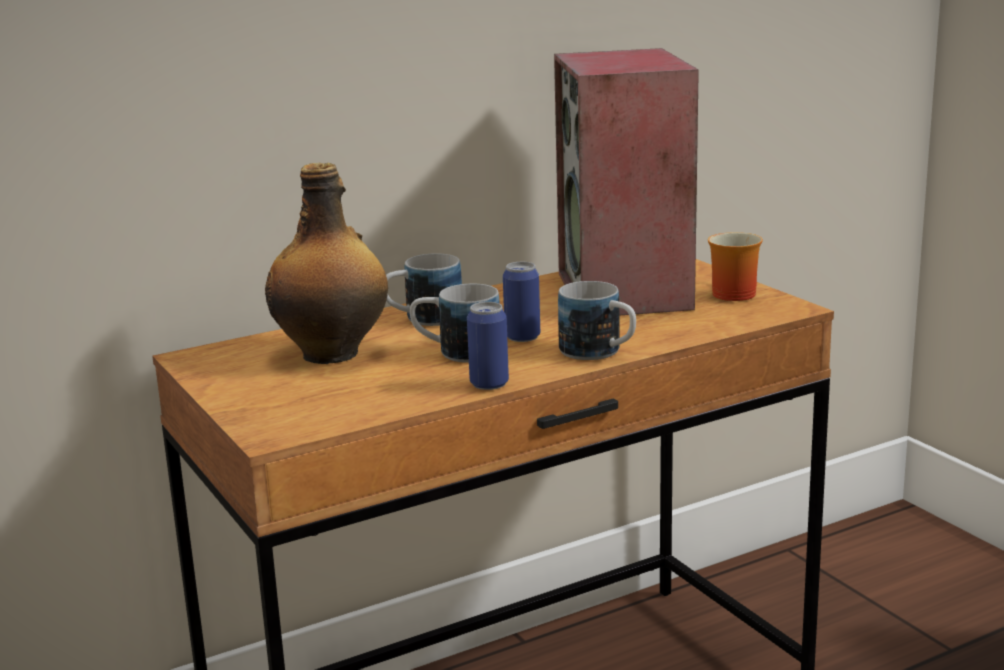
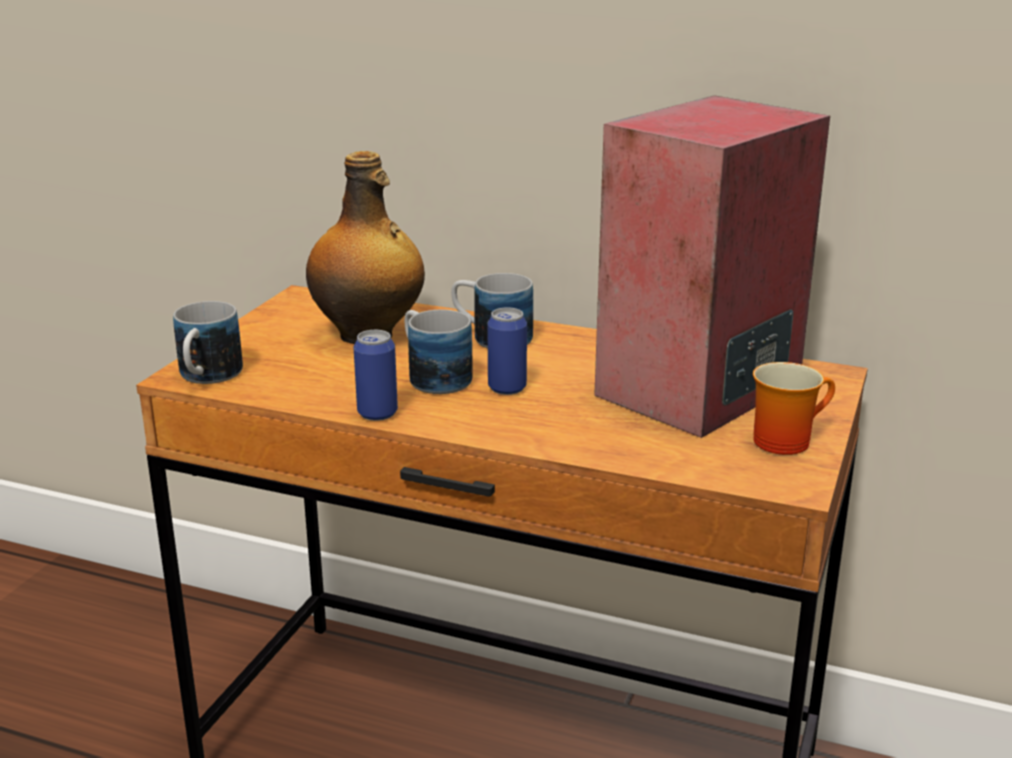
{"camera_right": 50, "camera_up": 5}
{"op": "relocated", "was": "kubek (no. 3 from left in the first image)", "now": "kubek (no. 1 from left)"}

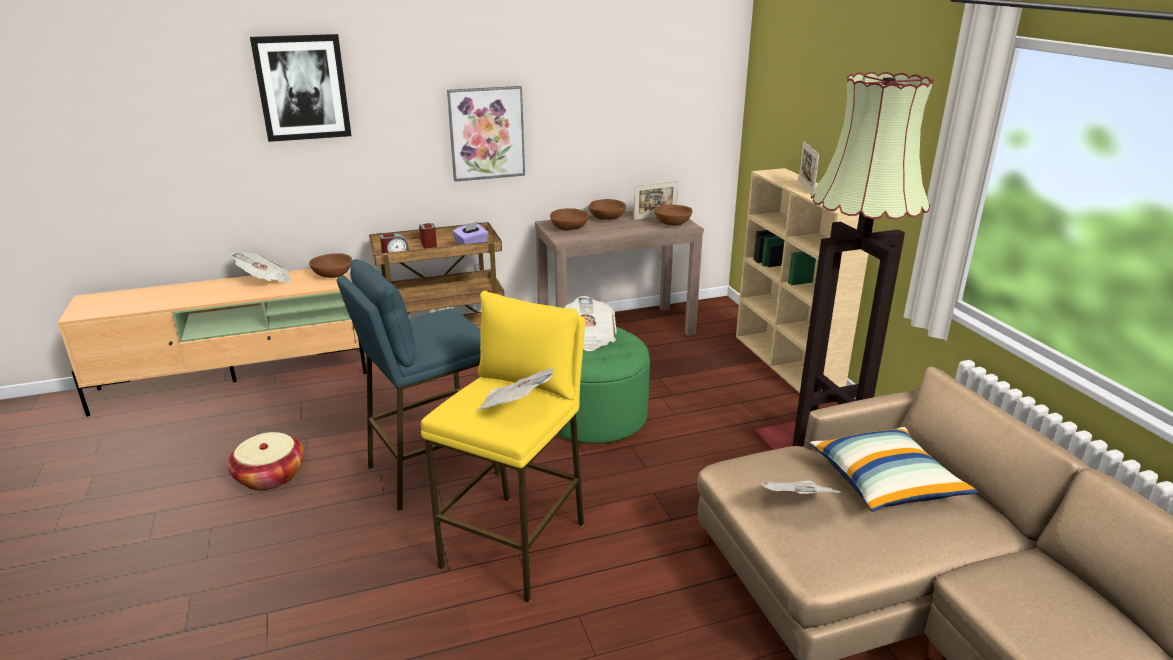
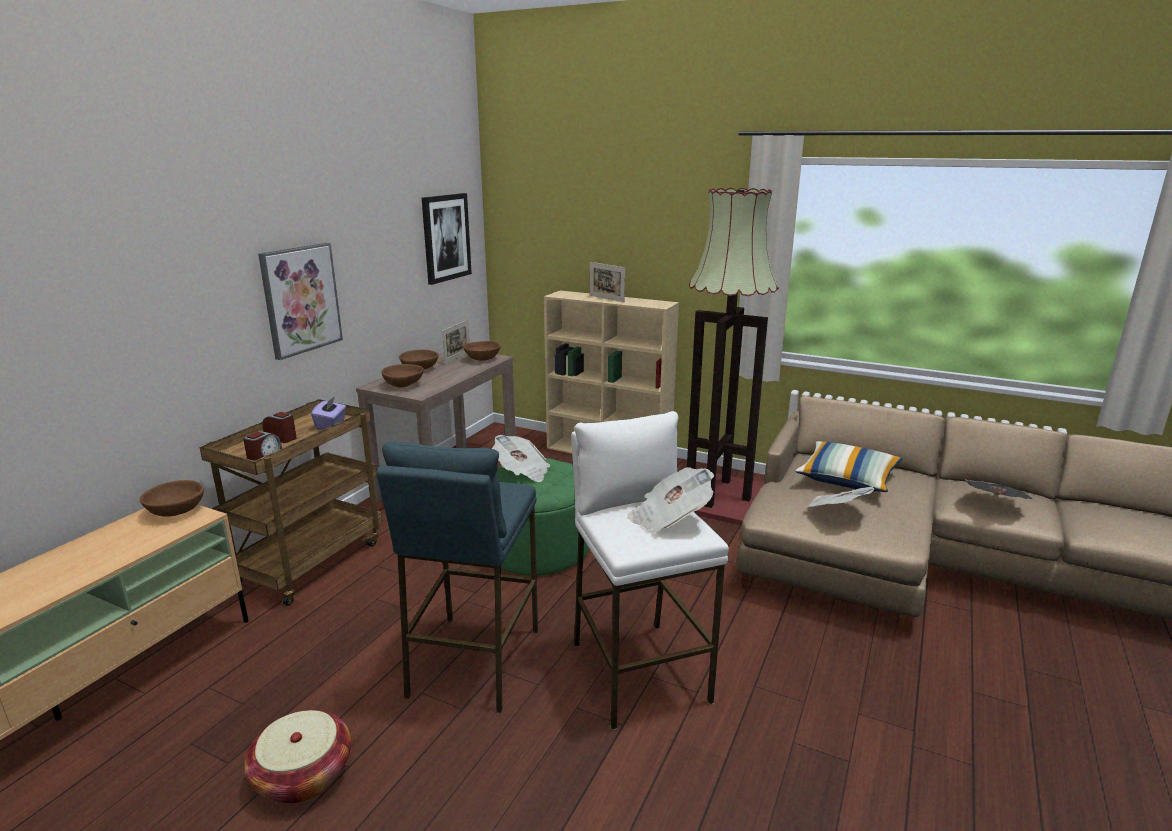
{"camera_right": -45, "camera_up": -5}
{"op": "relocated", "was": "obraz (no. 1 from left in the first image)", "now": "obraz (no. 2 from left)"}
{"op": "colour", "was": "stołek (żółty)", "now": "stołek (biały)"}
{"op": "relocated", "was": "gazeta (no. 1 from left in the first image)", "now": "gazeta (no. 4 from left)"}

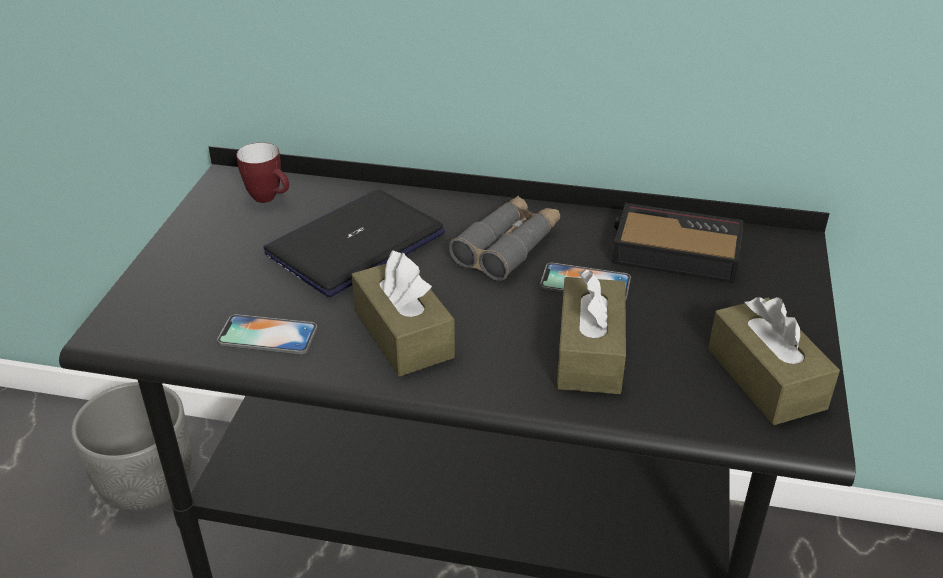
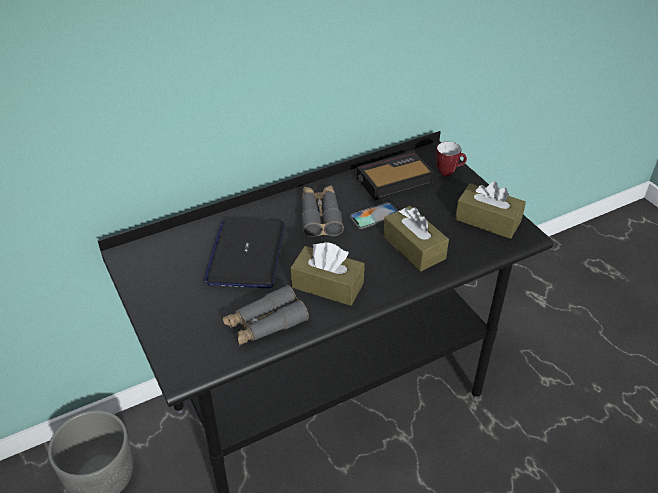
{"camera_right": -40, "camera_up": 5}
{"op": "exchanged", "was": "telefon (no. 1 from left)", "now": "lornetka (szary) (no. 1 from left)"}
{"op": "relocated", "was": "kubek"}

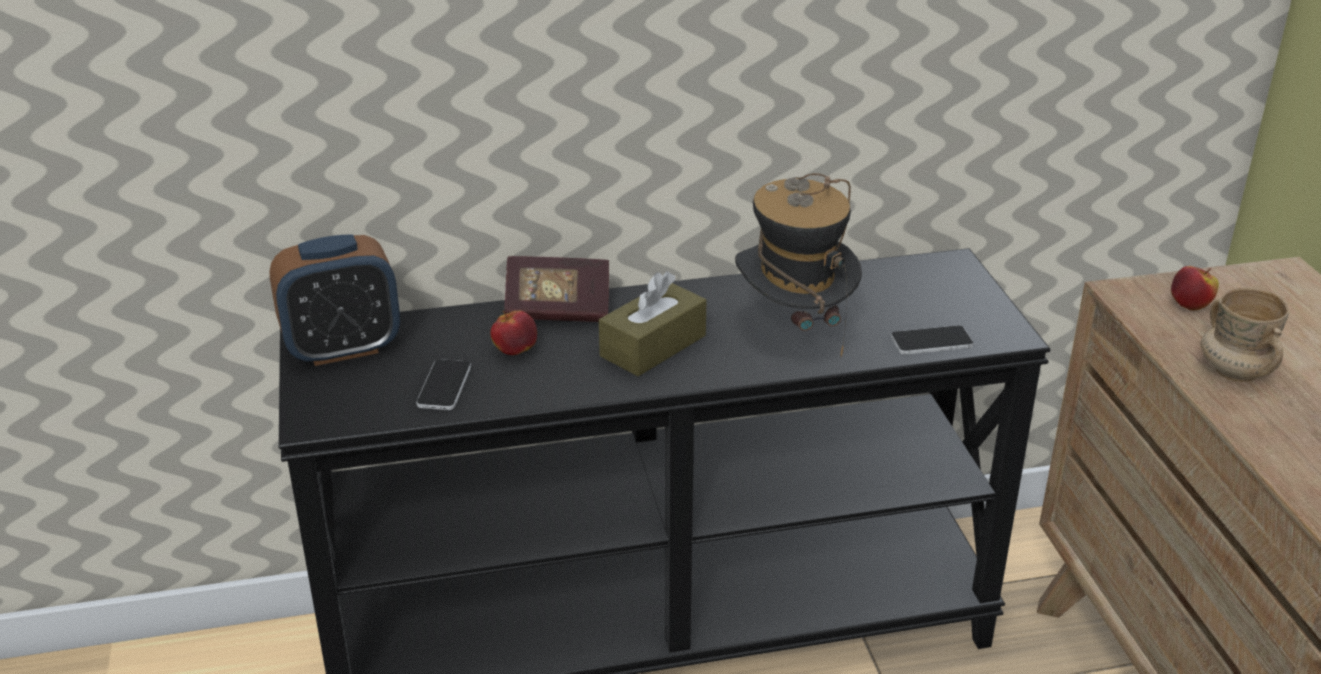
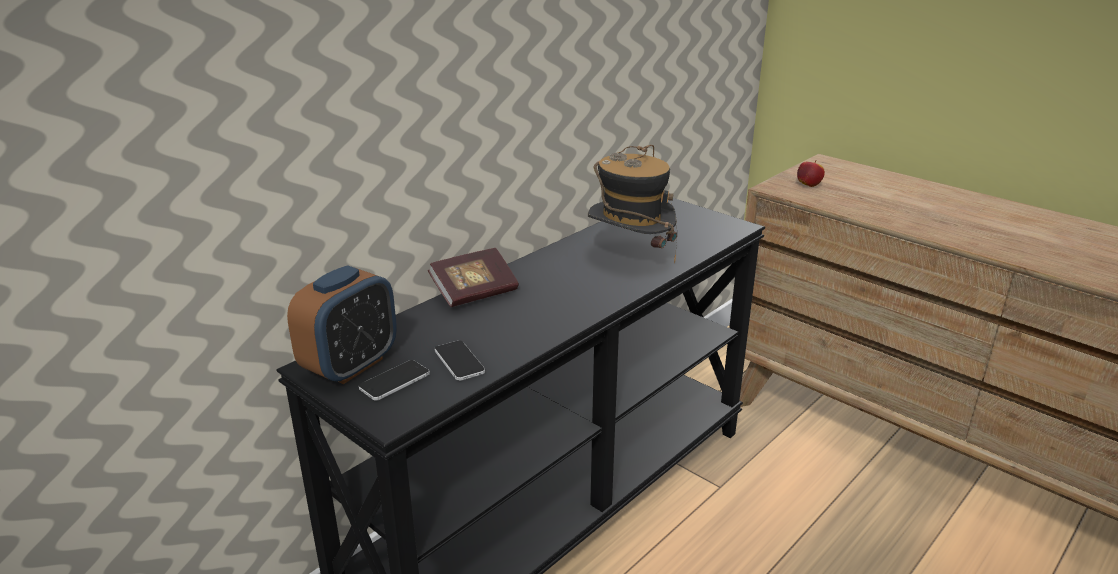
{"camera_right": -35, "camera_up": -5}
{"op": "relocated", "was": "telefon (no. 2 from left in the first image)", "now": "telefon (no. 1 from left)"}
{"op": "missing", "was": "jabłko (no. 1 from left)"}
{"op": "missing", "was": "pudełko chusteczek (brązowy)"}
{"op": "missing", "was": "kubek (beżowy)"}

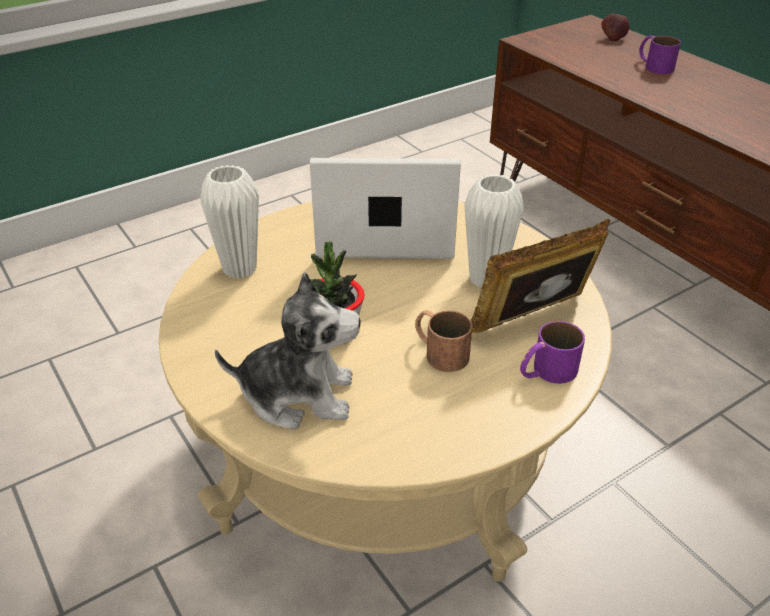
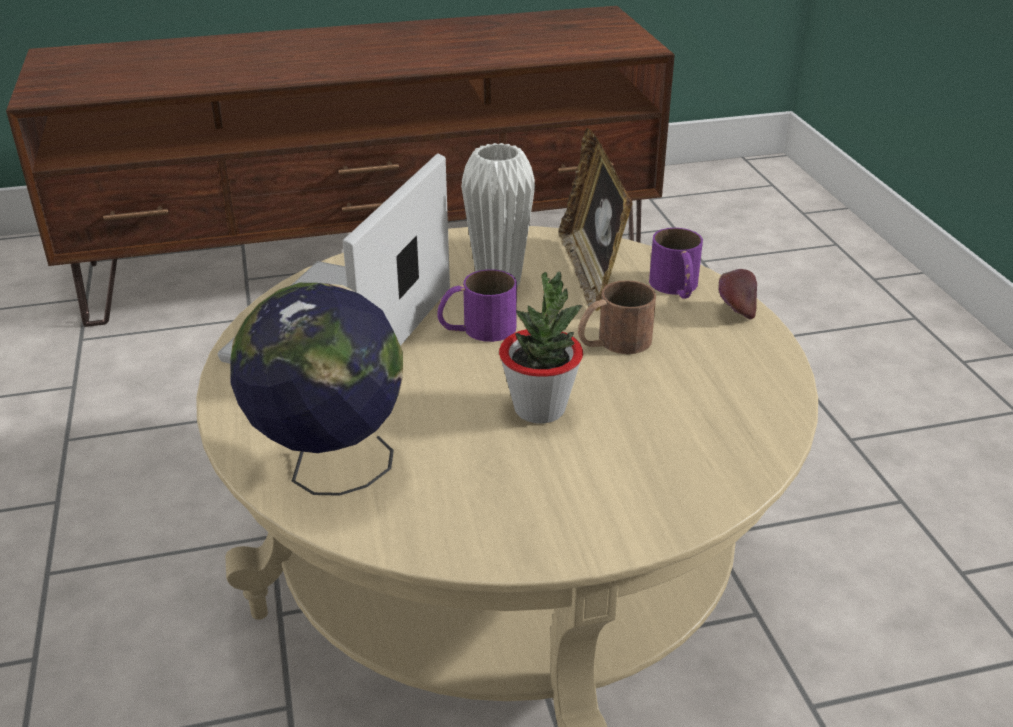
{"camera_right": -70, "camera_up": -5}
{"op": "exchanged", "was": "wazon (biały) (no. 1 from left)", "now": "globus"}
{"op": "relocated", "was": "kubek (fioletowy) (no. 2 from left in the first image)", "now": "kubek (fioletowy) (no. 1 from left)"}
{"op": "relocated", "was": "jabłko"}
{"op": "missing", "was": "pluszak"}

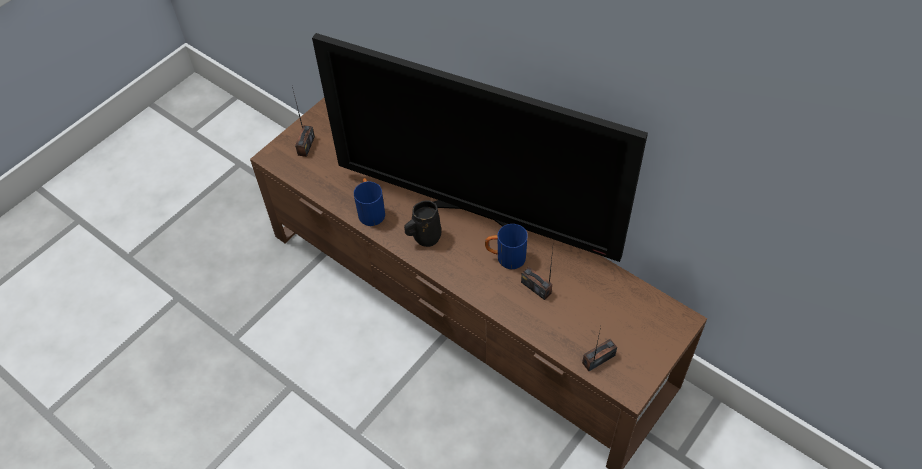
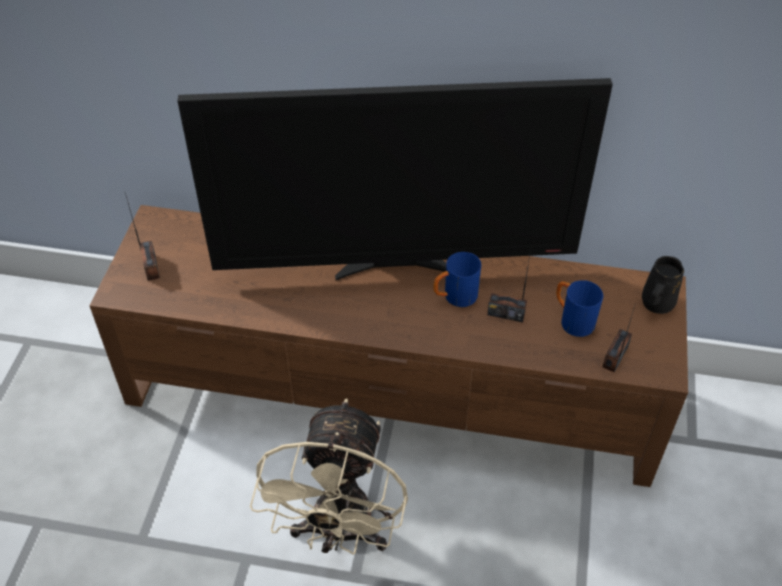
{"camera_right": -30, "camera_up": -5}
{"op": "appeared", "now": "wentylator (beżowy)"}
{"op": "relocated", "was": "kubek (niebieski) (no. 1 from left in the first image)", "now": "kubek (niebieski) (no. 2 from left)"}
{"op": "relocated", "was": "kubek (czarny)"}

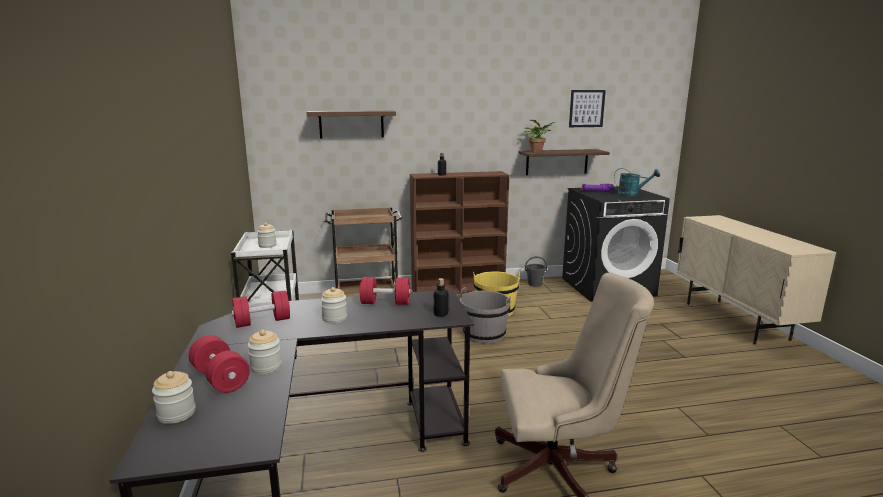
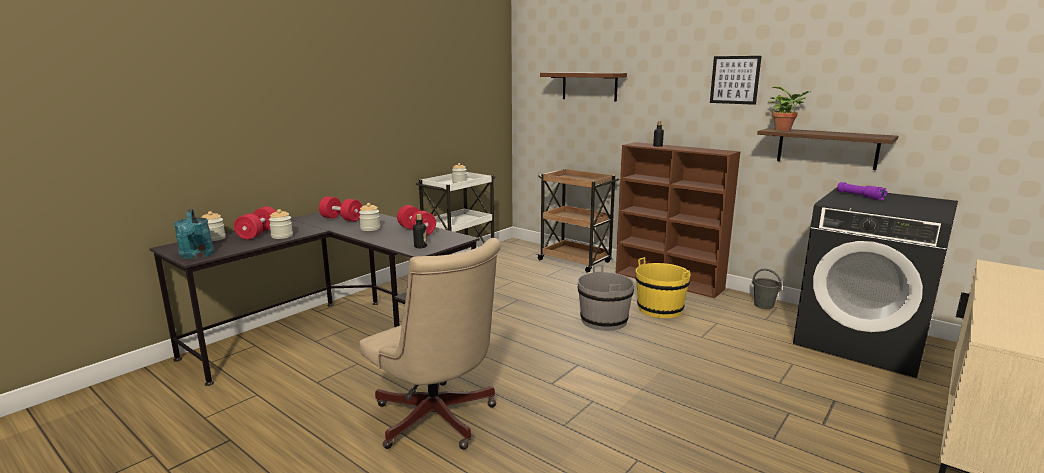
{"camera_right": 50, "camera_up": 0}
{"op": "relocated", "was": "konewka (turkusowy)"}
{"op": "relocated", "was": "obraz"}

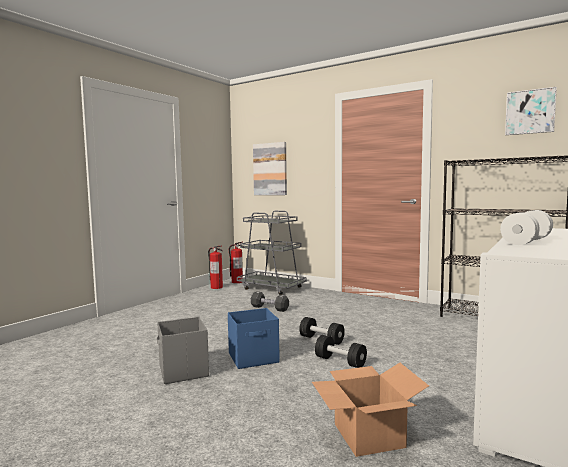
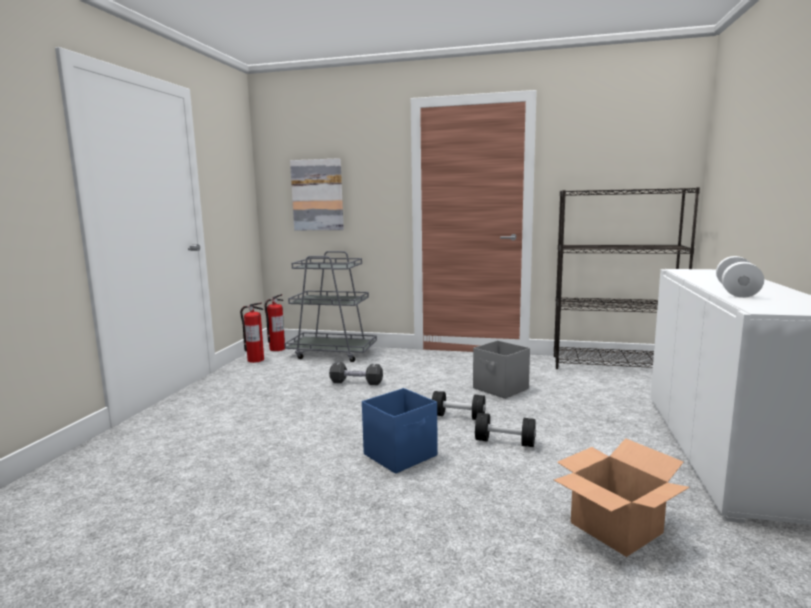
{"camera_right": -20, "camera_up": 5}
{"op": "relocated", "was": "pojemnik do przechowywania (szary)"}
{"op": "missing", "was": "obraz (no. 2 from left)"}

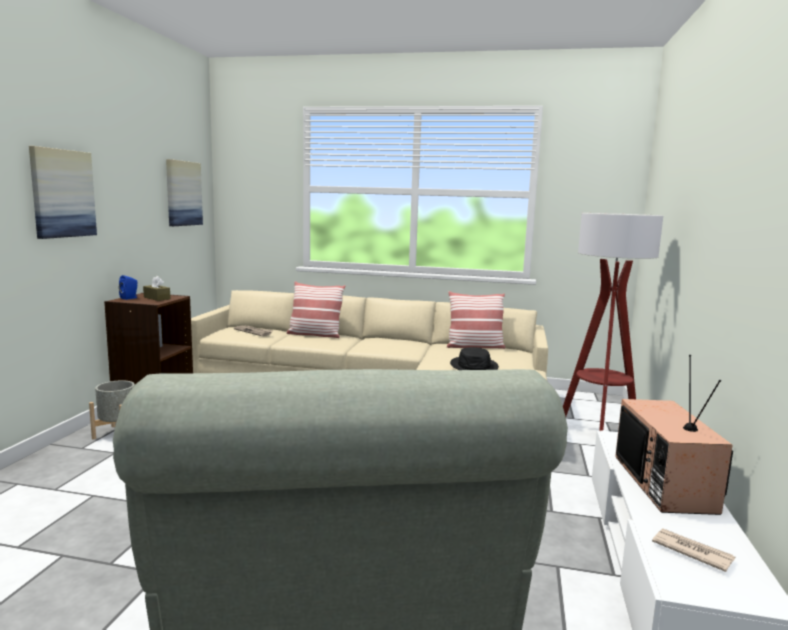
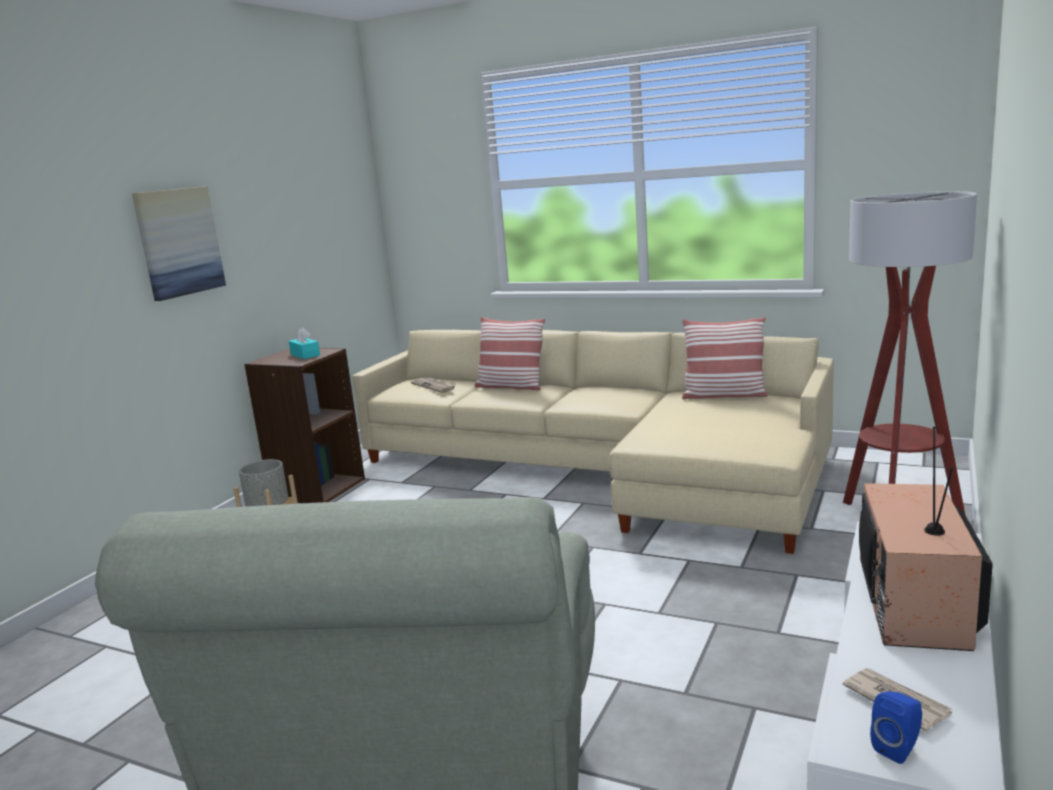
{"camera_right": 15, "camera_up": 5}
{"op": "colour", "was": "pudełko chusteczek (brązowy)", "now": "pudełko chusteczek (turkusowy)"}
{"op": "relocated", "was": "głośnik (niebieski)"}
{"op": "missing", "was": "obraz (no. 2 from left)"}
{"op": "missing", "was": "kapelusz (czarny)"}

